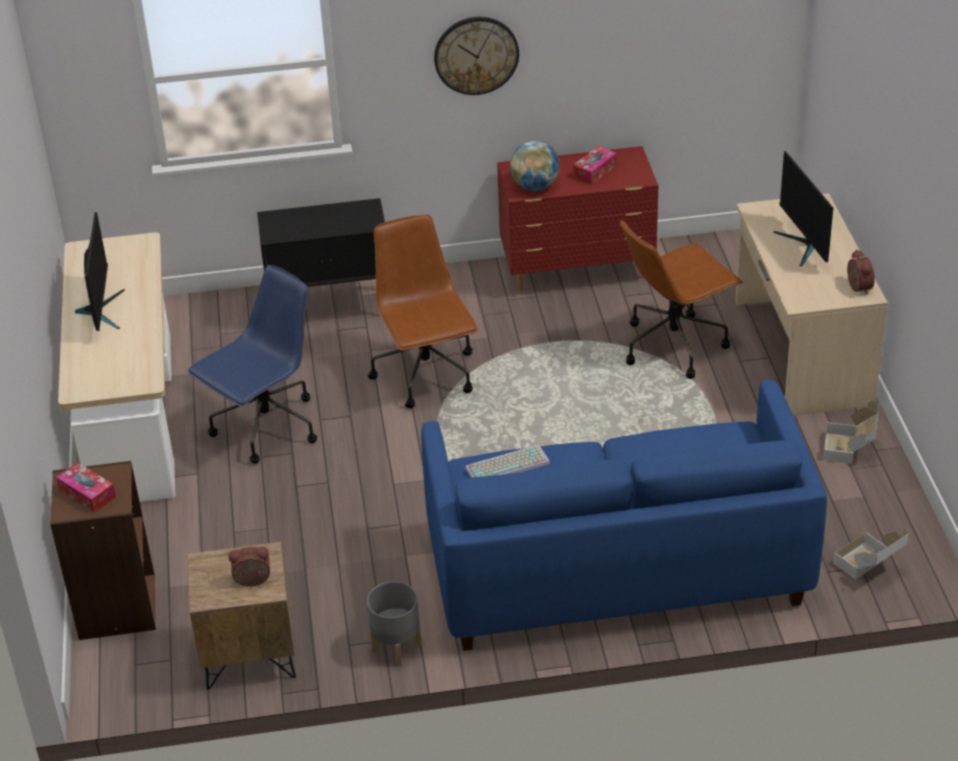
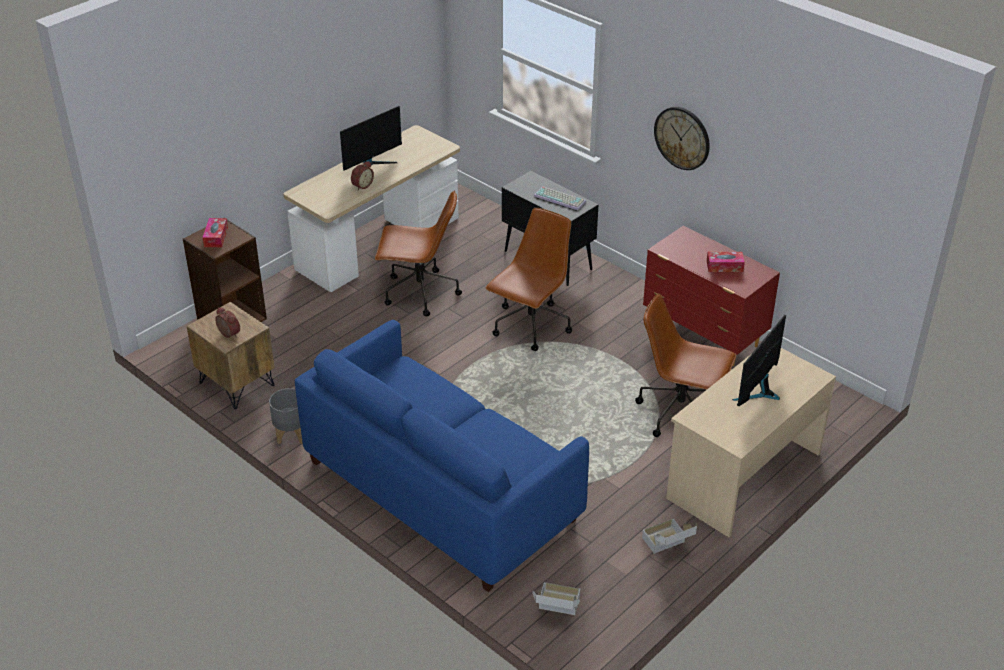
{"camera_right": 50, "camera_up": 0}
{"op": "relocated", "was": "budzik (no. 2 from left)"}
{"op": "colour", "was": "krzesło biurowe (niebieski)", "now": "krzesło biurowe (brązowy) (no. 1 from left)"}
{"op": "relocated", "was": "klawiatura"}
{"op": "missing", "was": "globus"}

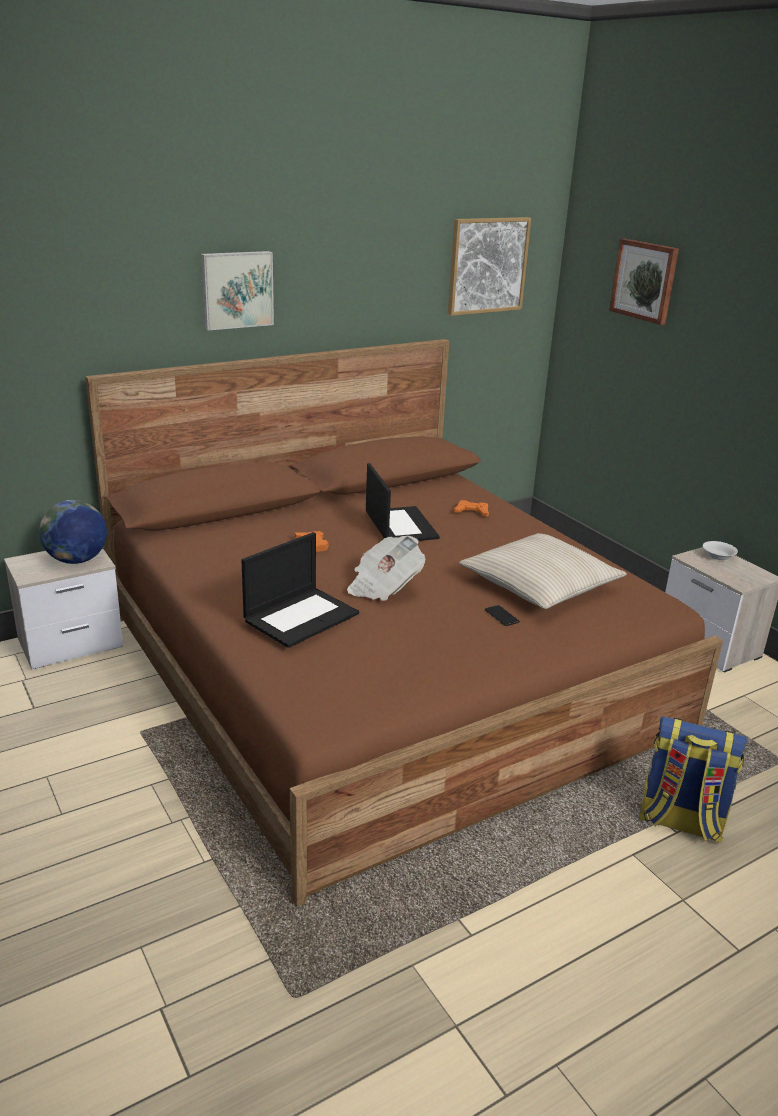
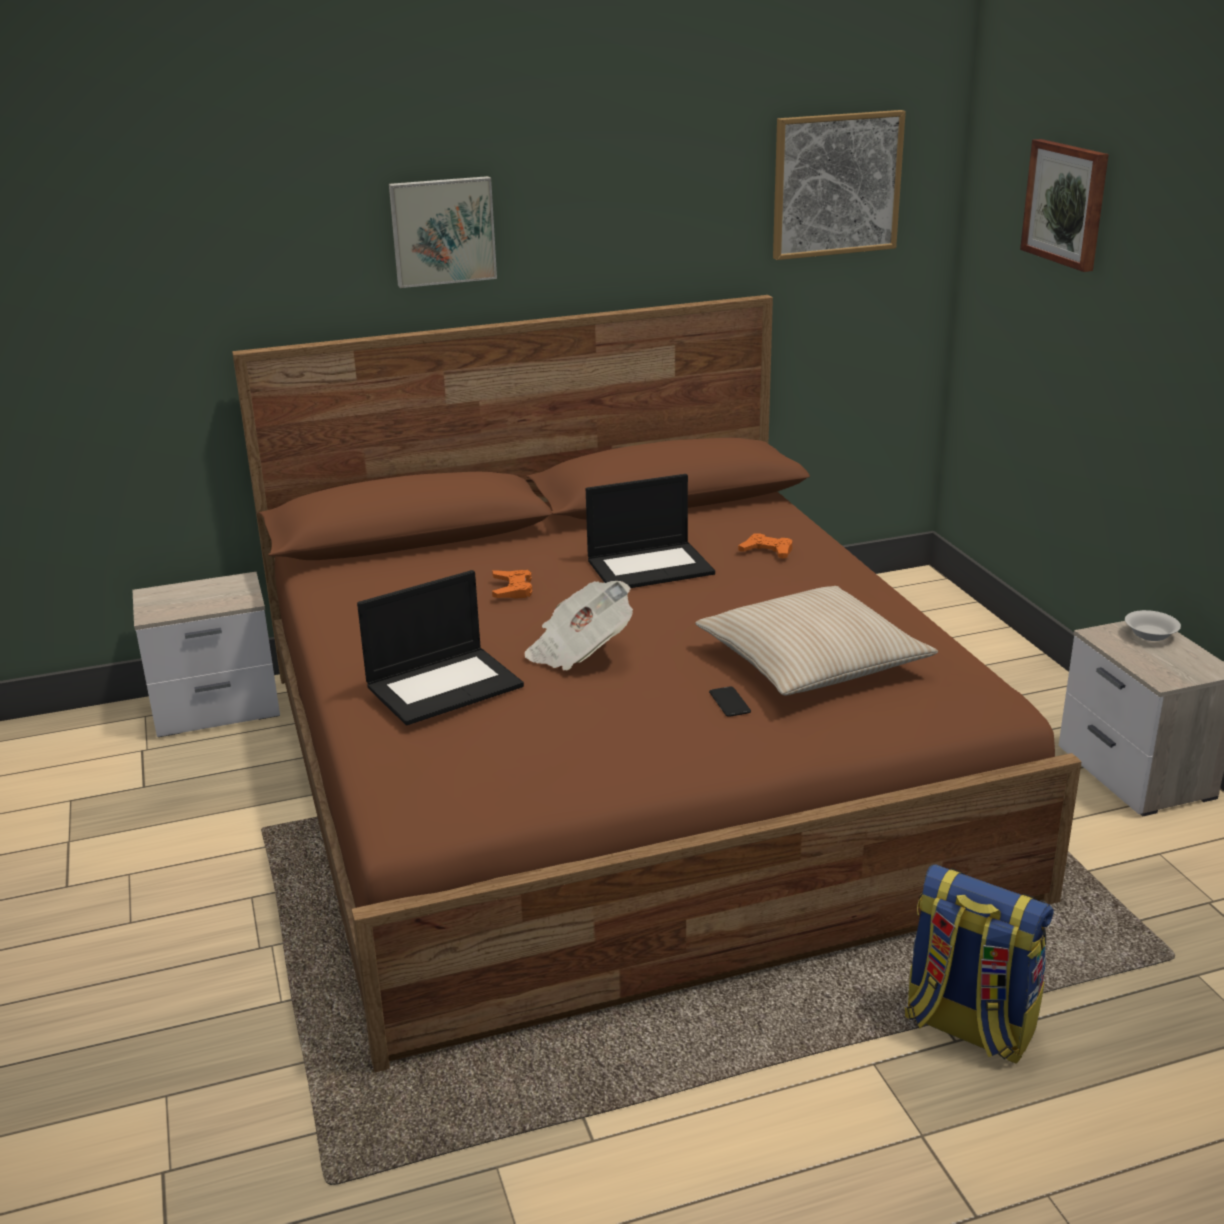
{"camera_right": 15, "camera_up": 0}
{"op": "spun", "was": "laptop (no. 2 from left)", "clockwise": 75}
{"op": "missing", "was": "globus"}

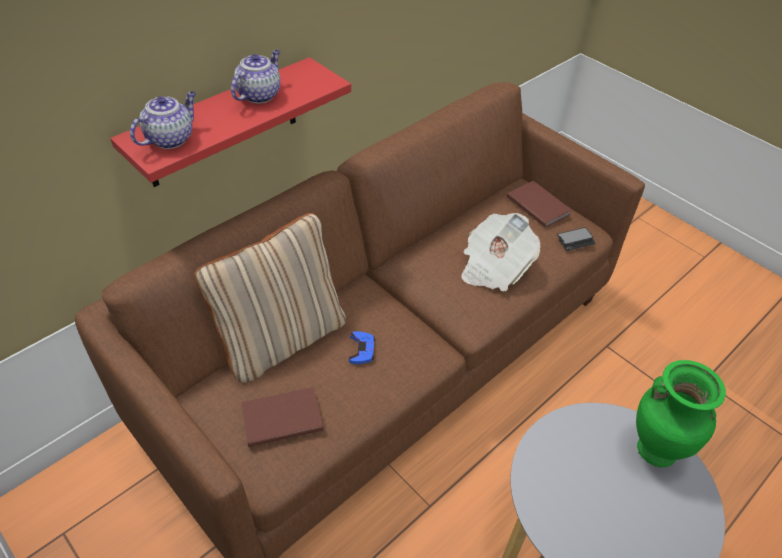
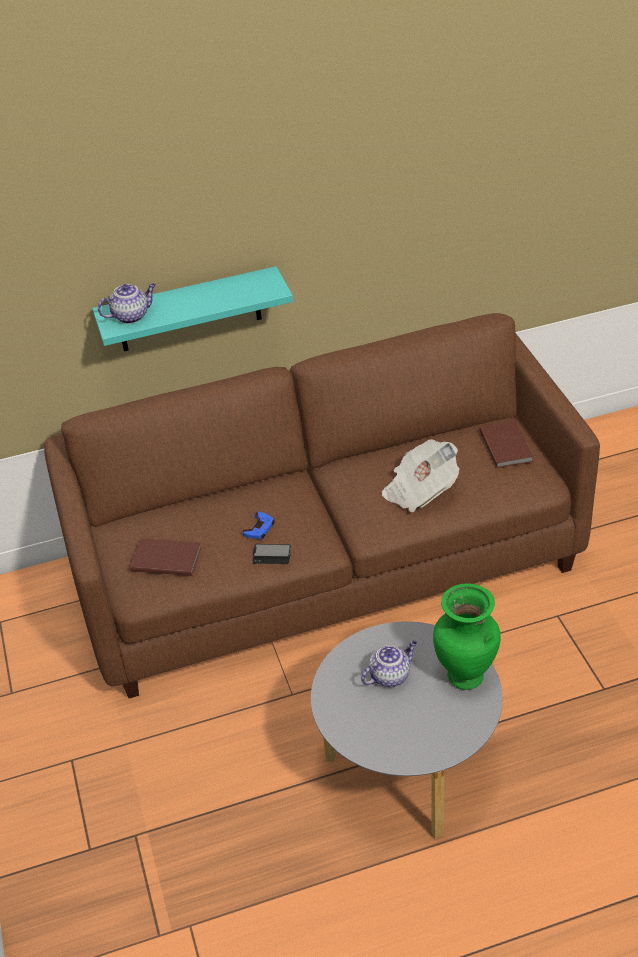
{"camera_right": 30, "camera_up": -5}
{"op": "colour", "was": "półka (czerwony)", "now": "półka (turkusowy)"}
{"op": "relocated", "was": "telefon"}
{"op": "relocated", "was": "imbryk (no. 2 from left)"}
{"op": "missing", "was": "poduszka (beżowy)"}

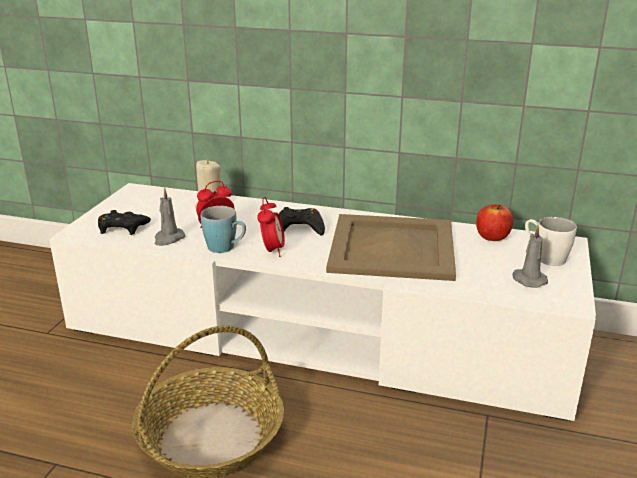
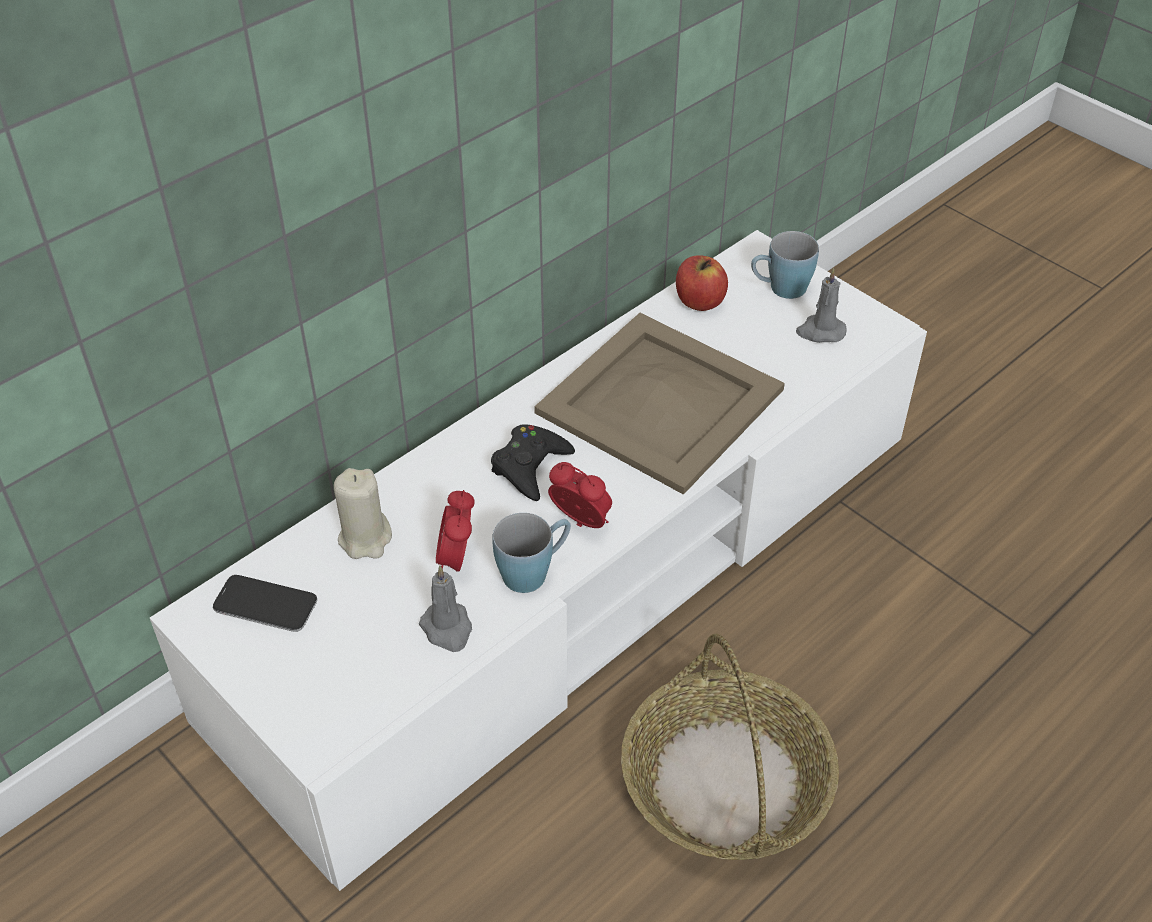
{"camera_right": -60, "camera_up": 20}
{"op": "appeared", "now": "telefon"}
{"op": "colour", "was": "kubek (biały)", "now": "kubek (niebieski) (no. 2 from left)"}
{"op": "missing", "was": "pad do gier (czarny) (no. 1 from left)"}

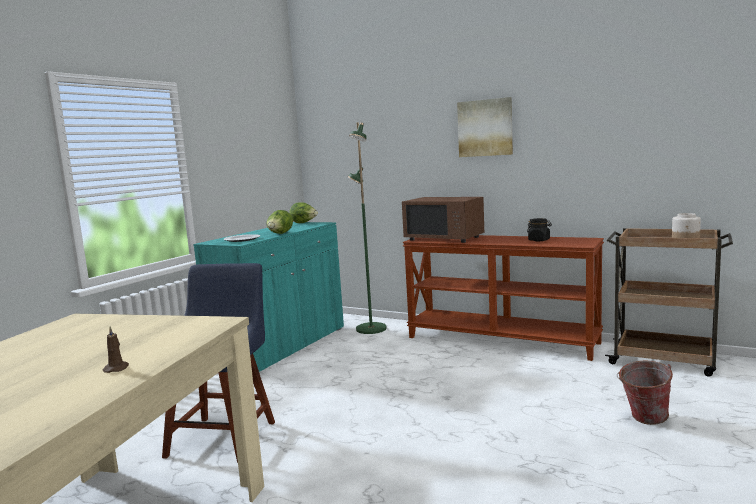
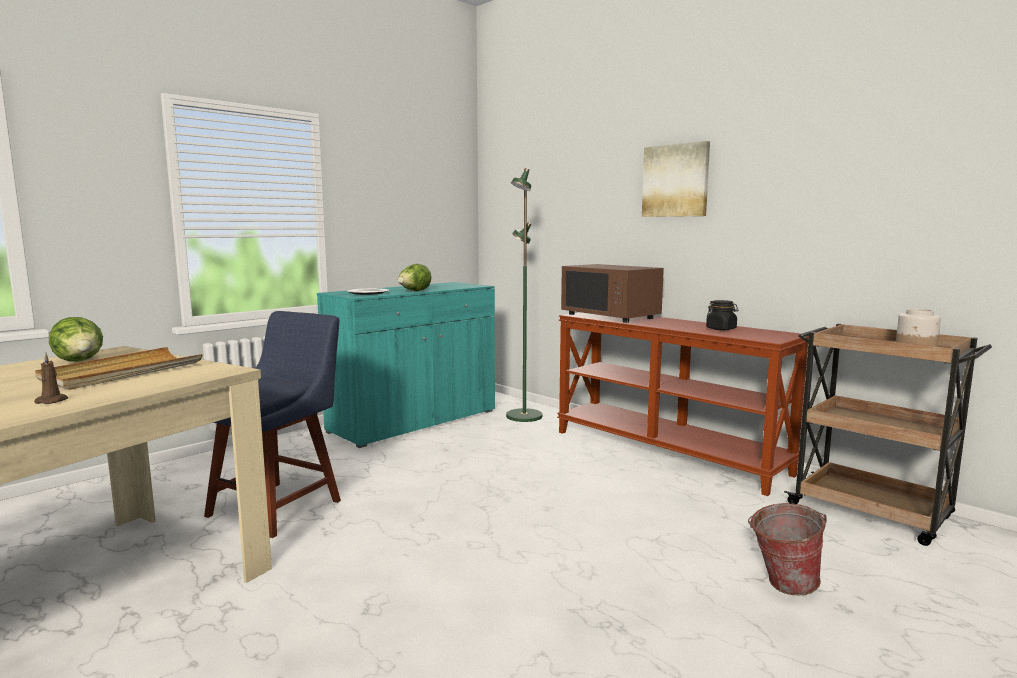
{"camera_right": 15, "camera_up": 0}
{"op": "appeared", "now": "taca (beżowy)"}
{"op": "relocated", "was": "sałata (no. 2 from left in the first image)", "now": "sałata (no. 1 from left)"}

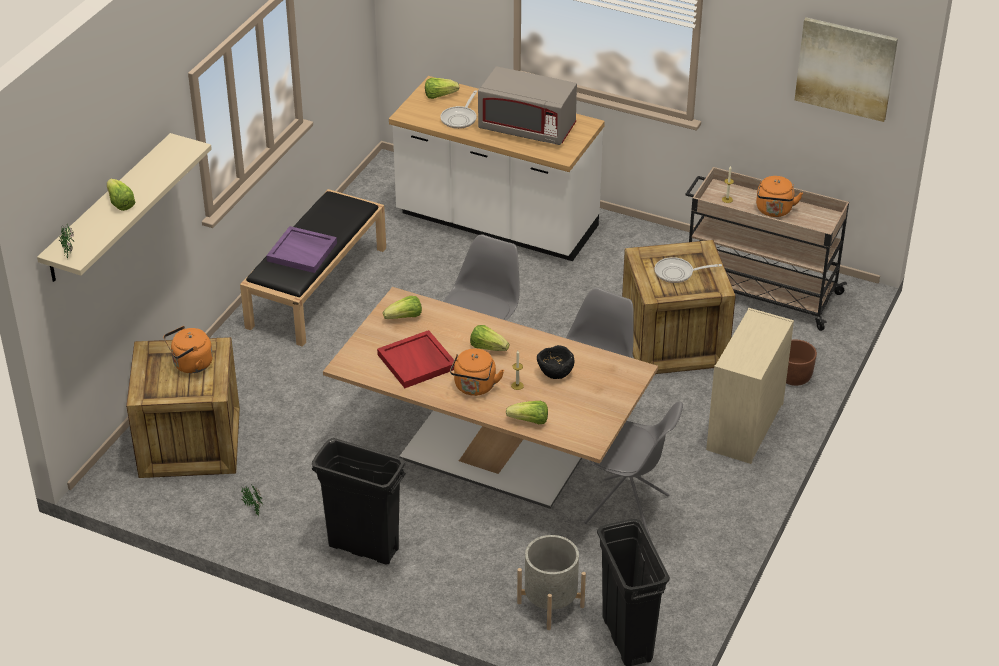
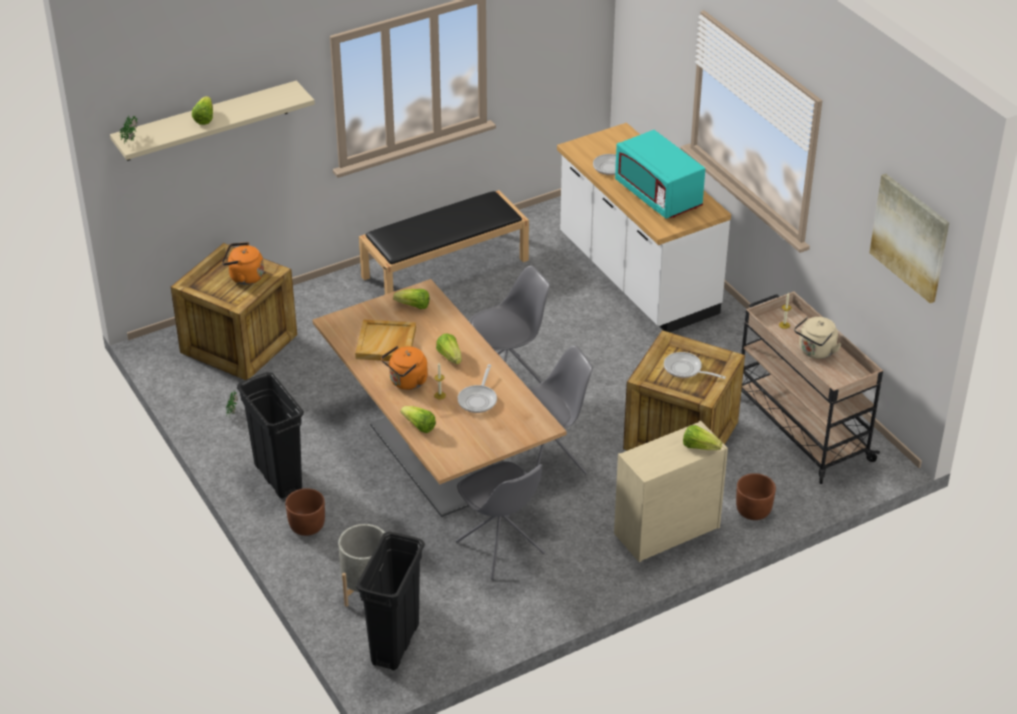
{"camera_right": 35, "camera_up": 0}
{"op": "appeared", "now": "donica (brązowy) (no. 1 from left)"}
{"op": "colour", "was": "taca (czerwony)", "now": "taca (beżowy)"}
{"op": "exchanged", "was": "miska (czarny)", "now": "patelnia (no. 1 from left)"}
{"op": "colour", "was": "mikrofalówka (szary)", "now": "mikrofalówka (turkusowy)"}
{"op": "relocated", "was": "sałata (no. 3 from left in the first image)", "now": "sałata (no. 5 from left)"}
{"op": "colour", "was": "czajnik (pomarańczowy) (no. 3 from left)", "now": "czajnik (beżowy)"}
{"op": "missing", "was": "taca (fioletowy)"}

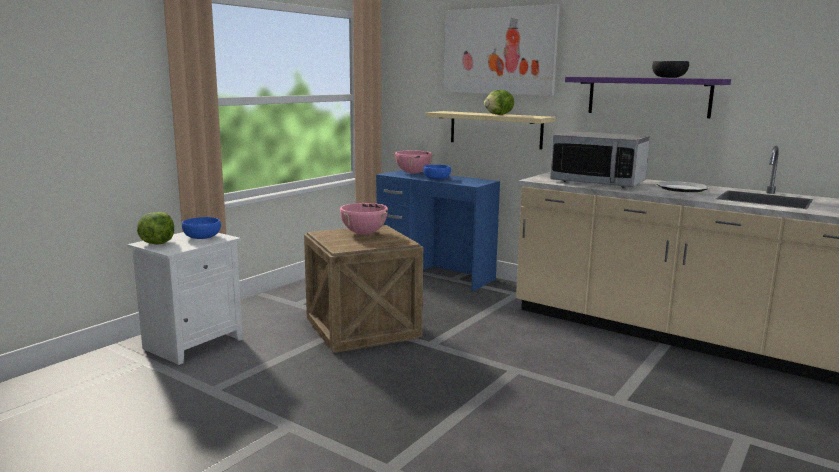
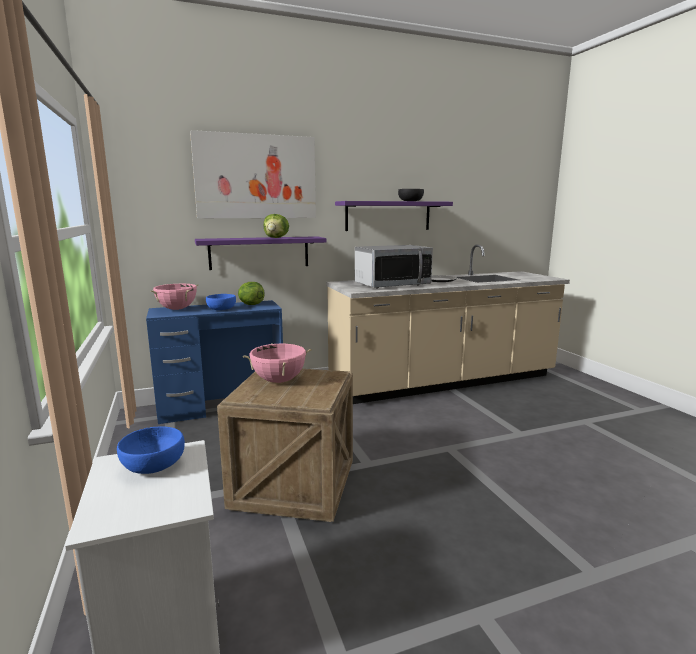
{"camera_right": -55, "camera_up": 0}
{"op": "colour", "was": "półka (beżowy)", "now": "półka (fioletowy) (no. 1 from left)"}
{"op": "relocated", "was": "sałata (no. 1 from left)"}

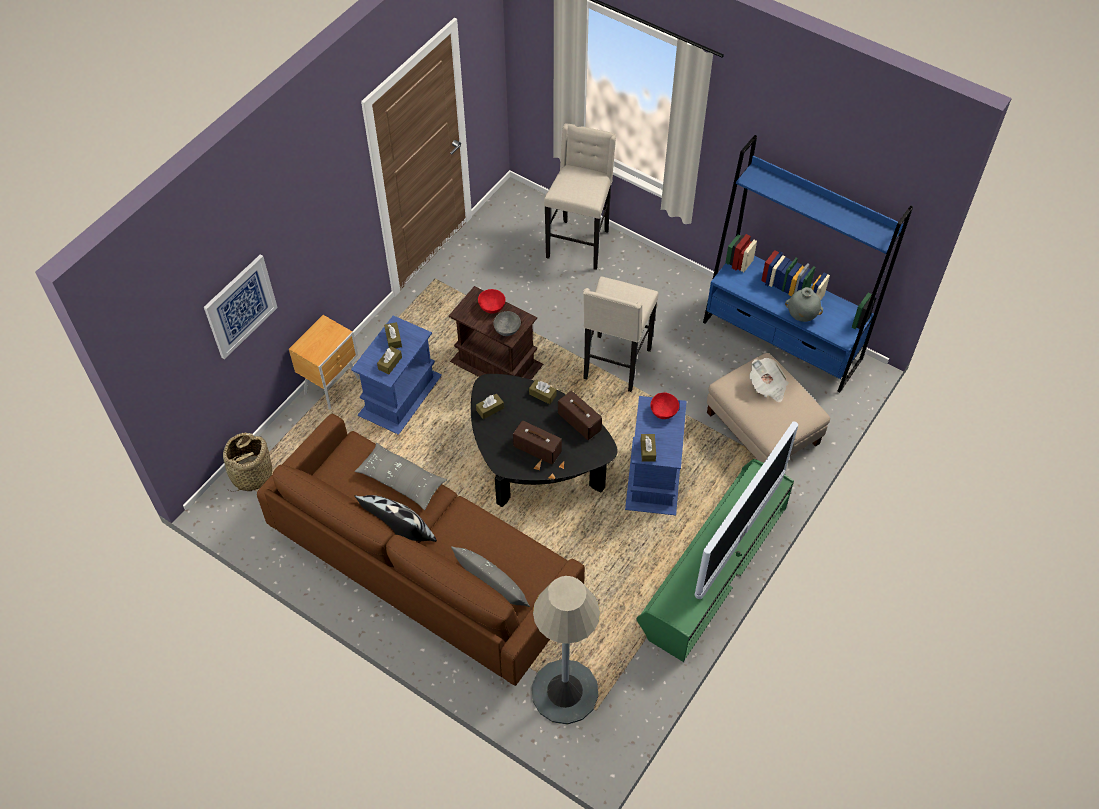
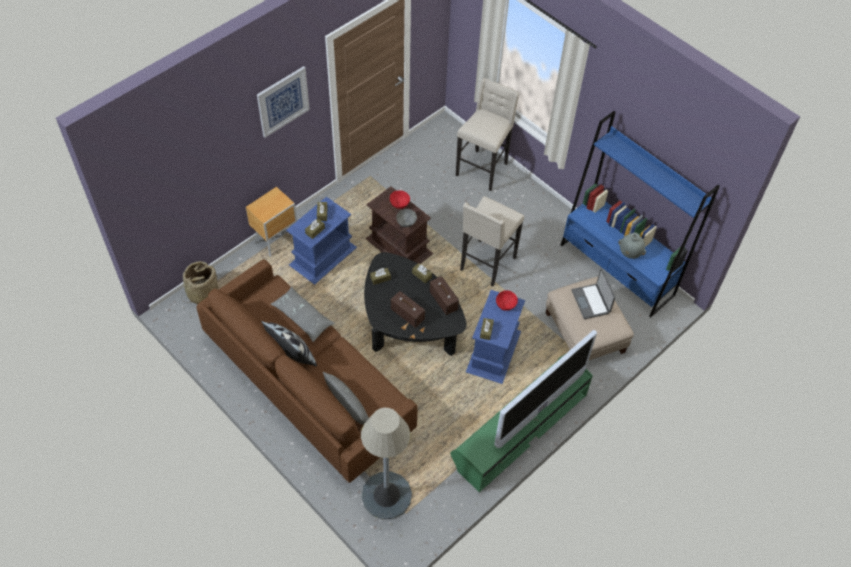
{"camera_right": 10, "camera_up": 0}
{"op": "relocated", "was": "obraz"}
{"op": "exchanged", "was": "gazeta", "now": "laptop"}

